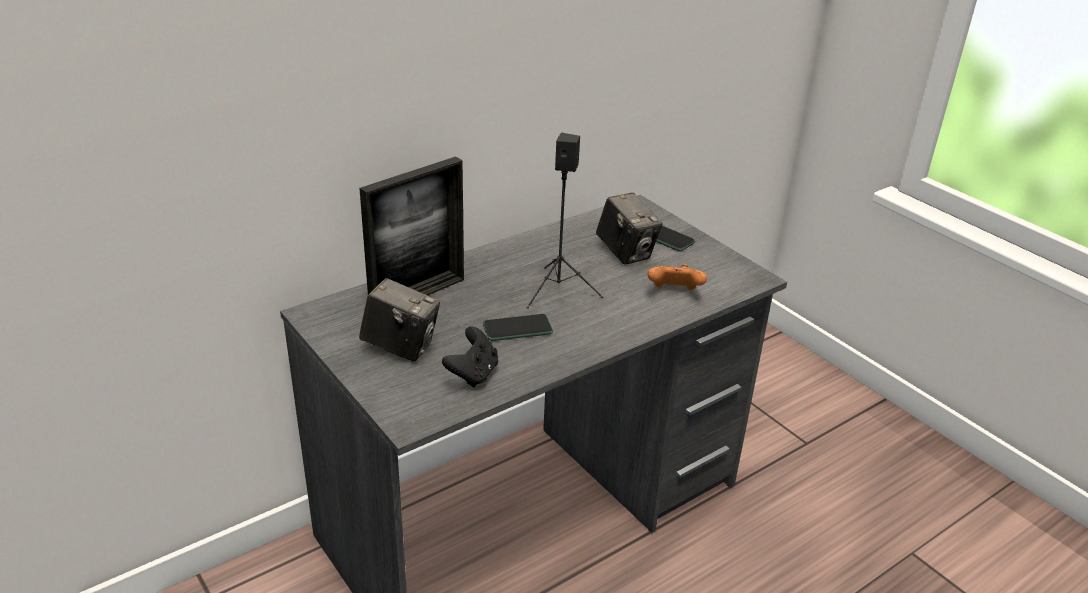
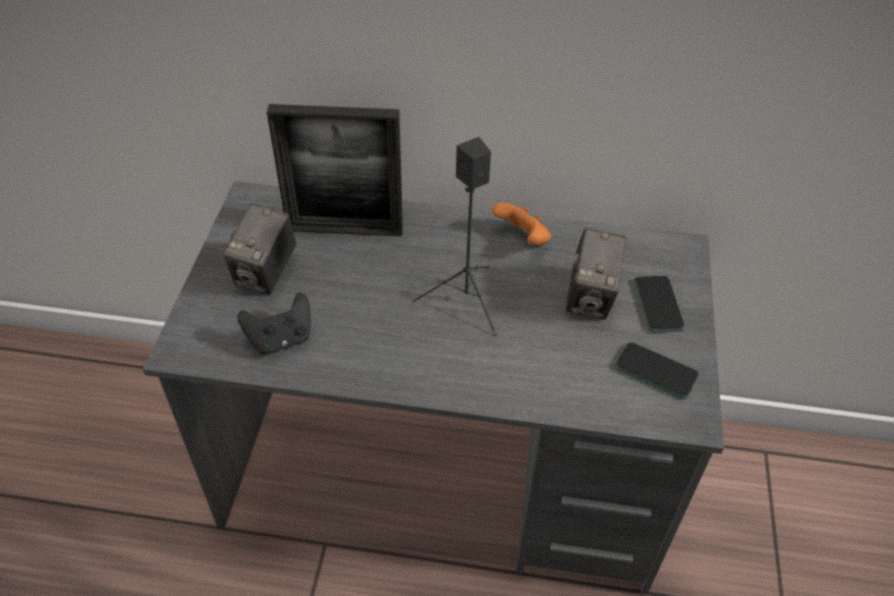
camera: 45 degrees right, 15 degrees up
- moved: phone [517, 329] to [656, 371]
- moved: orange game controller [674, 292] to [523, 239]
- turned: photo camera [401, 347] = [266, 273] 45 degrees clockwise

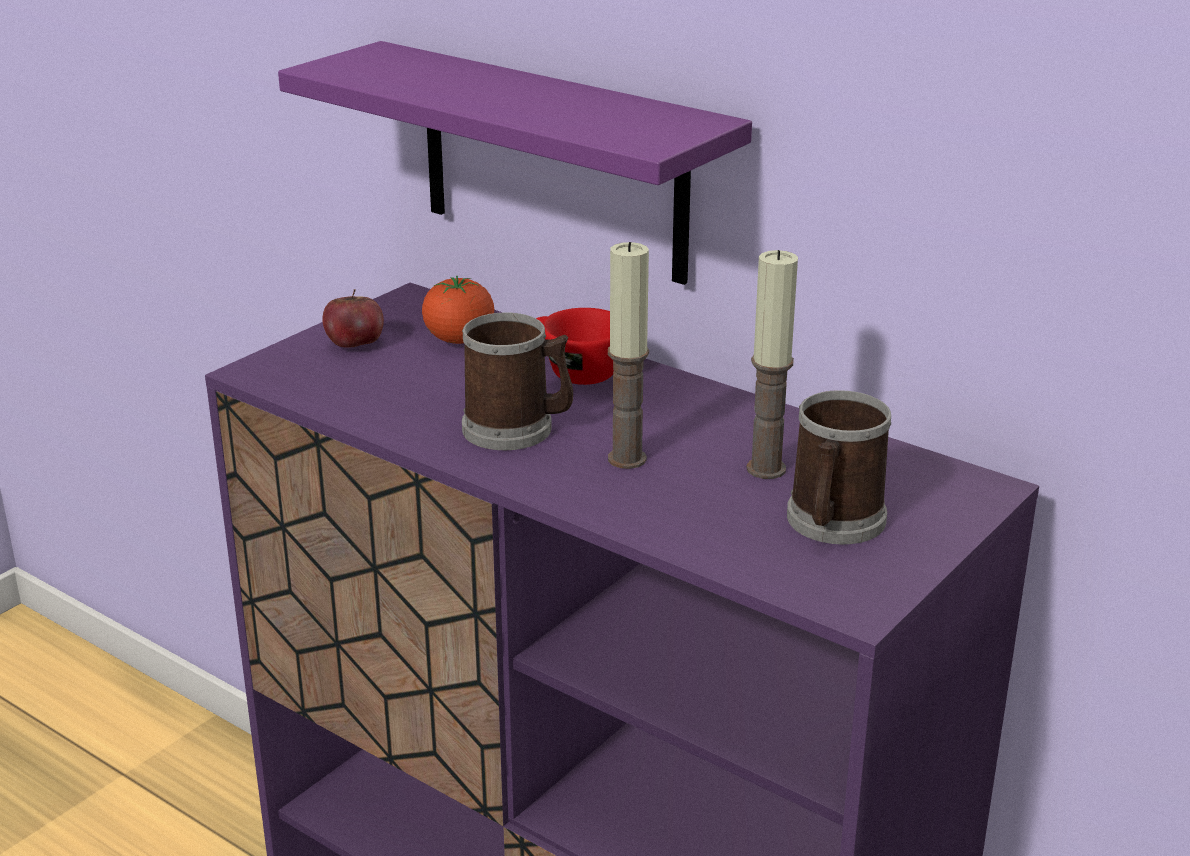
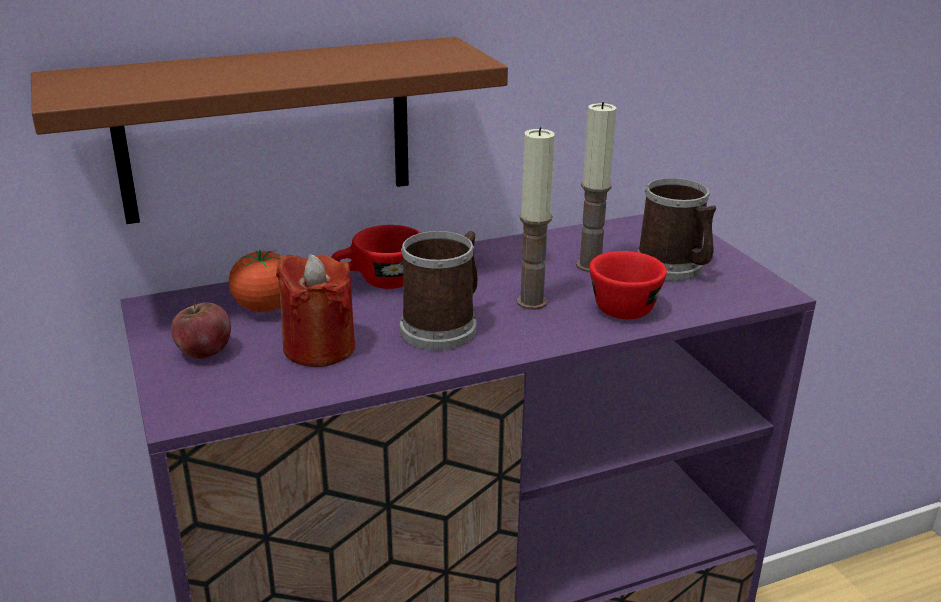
camera: 60 degrees left, 0 degrees up
- added: red candle [319, 348]
- added: red cup [625, 304]
- recoloured: purple shelf [553, 163] to brown shelf [266, 130]

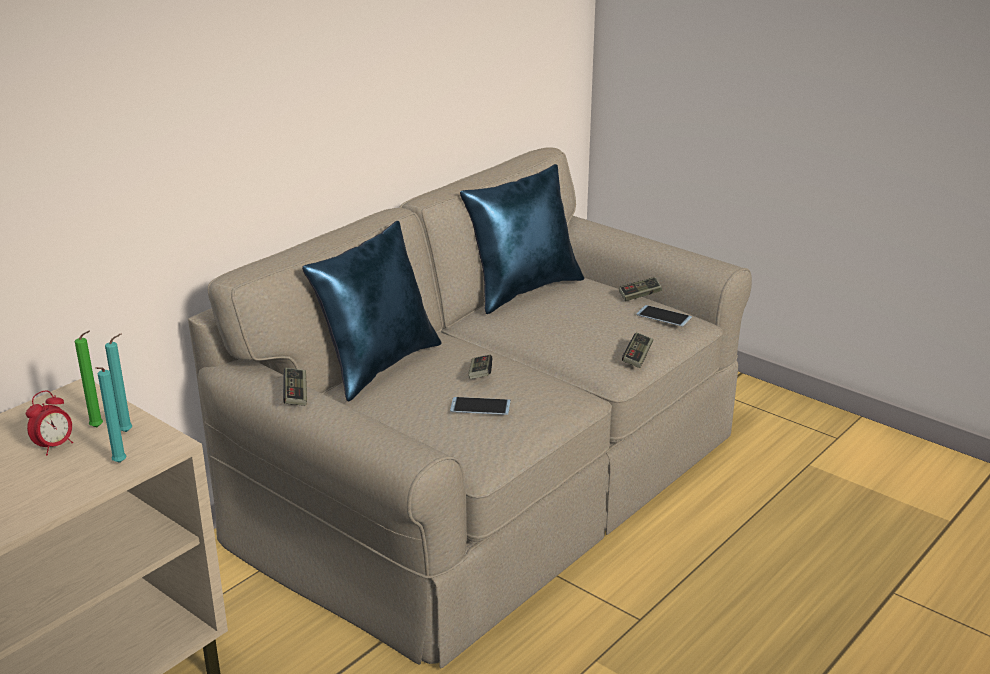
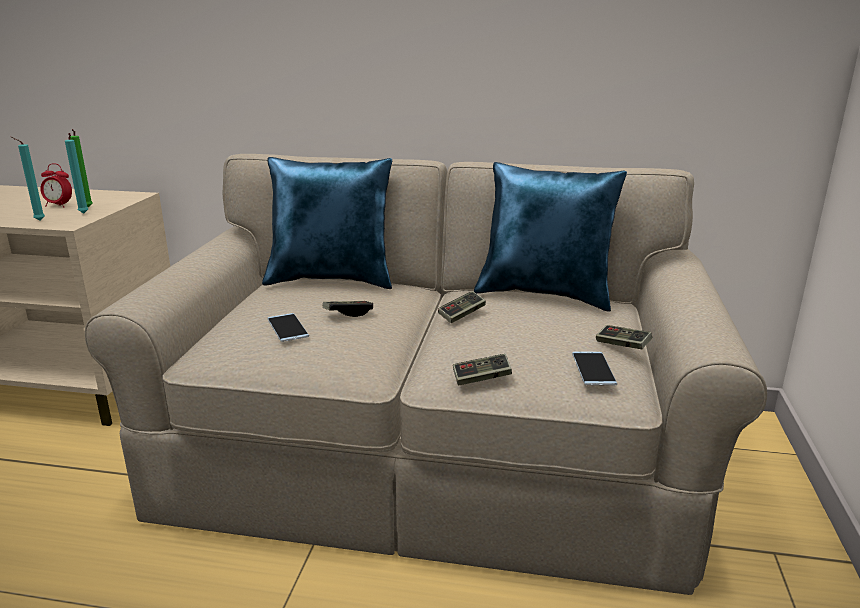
camera: 60 degrees right, 5 degrees down
- moved: game controller [296, 394] to [462, 314]

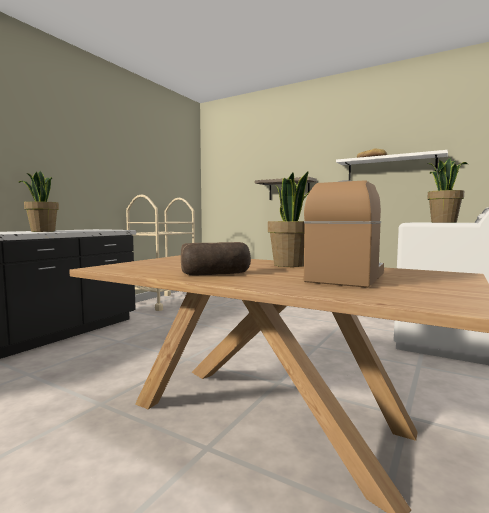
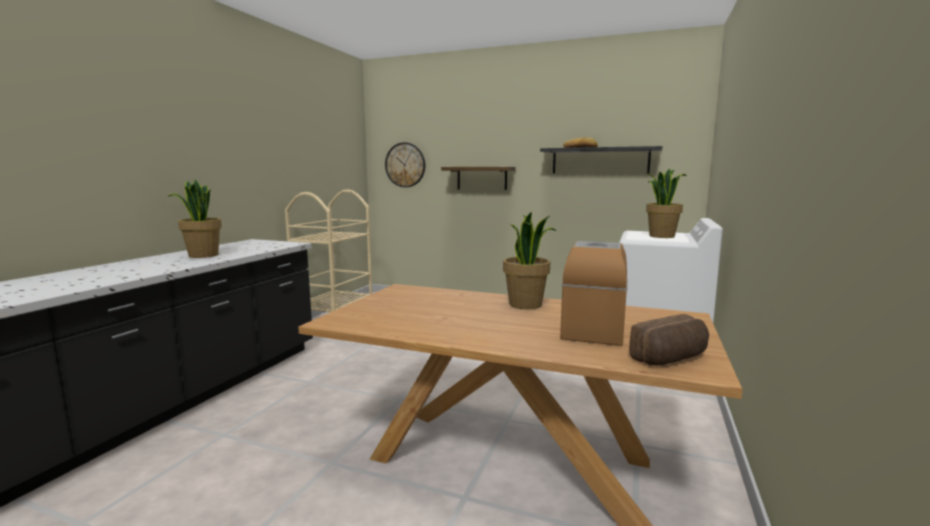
camera: 10 degrees left, 5 degrees up
- added: wall clock [405, 165]
- moved: bread [216, 274] to [671, 359]
- recoloured: white shelf [390, 169] to black shelf [600, 161]

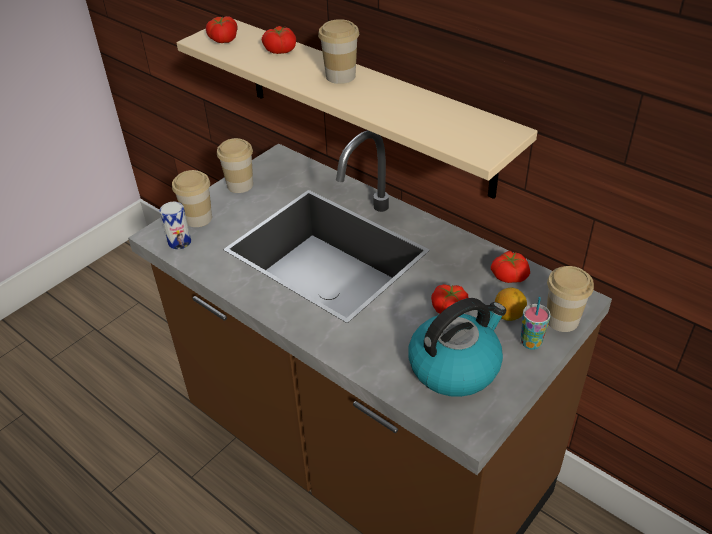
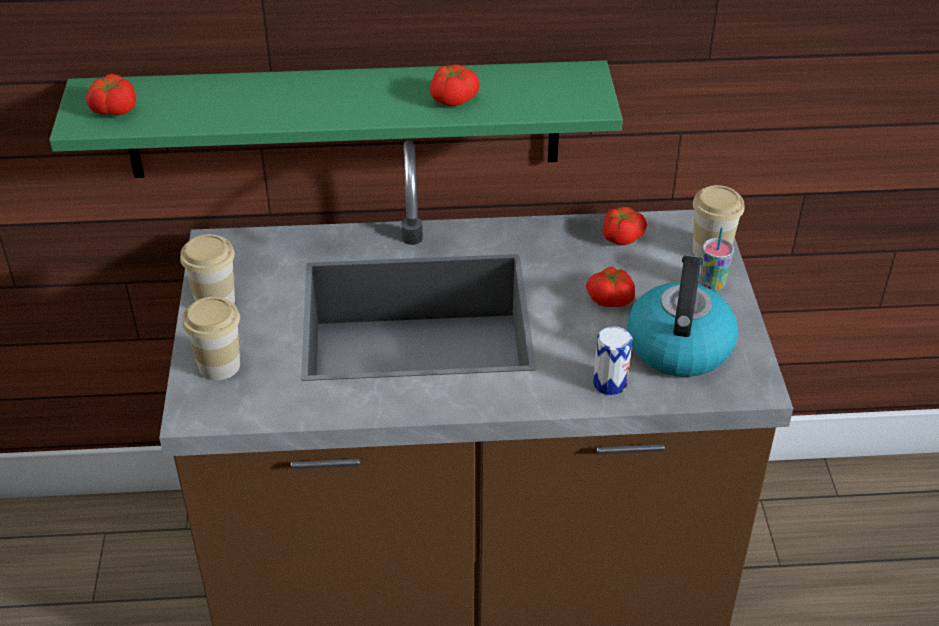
camera: 45 degrees left, 0 degrees up
- removed: cup [340, 76]
- removed: lemon [508, 315]
- moved: can [179, 242] to [610, 383]
- moved: tomato [281, 50] to [452, 98]
- recoloured: beige shelf [364, 105] to green shelf [343, 119]

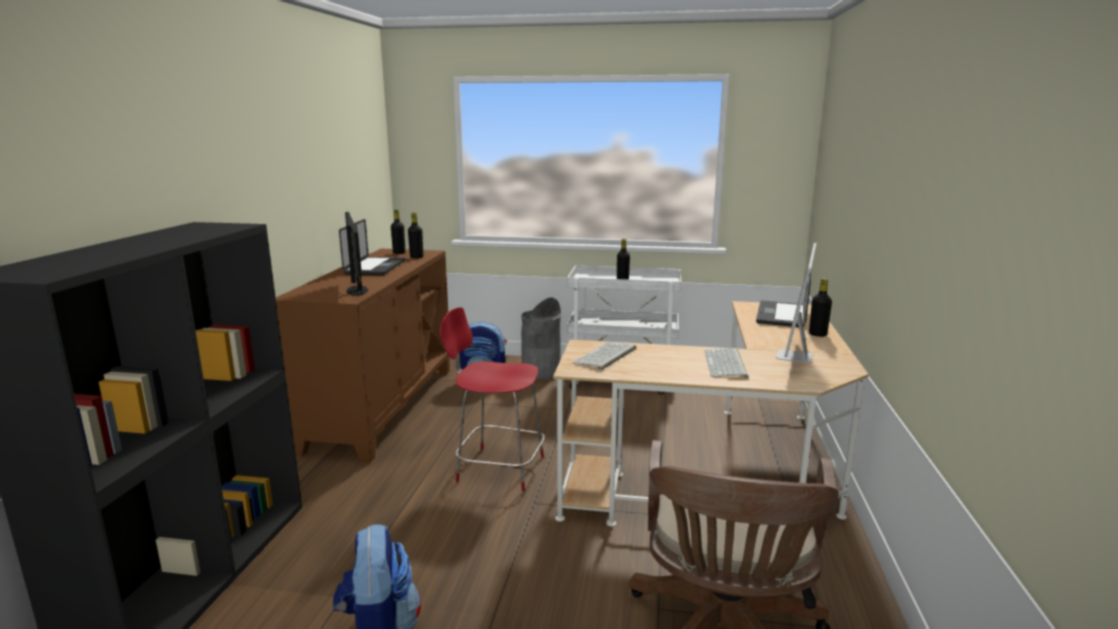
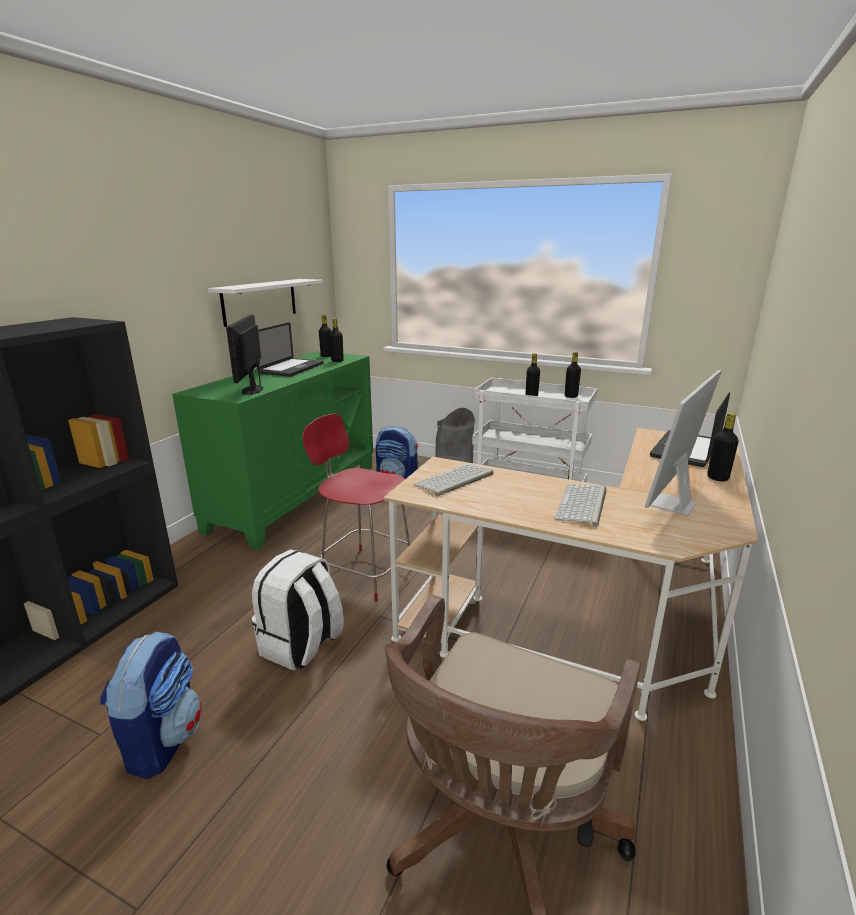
camera: 15 degrees right, 5 degrees up
- added: white shelf [260, 301]
- added: white backpack [301, 646]
- added: black bottle [571, 396]
- recoloured: brown cabinet [381, 407] to green cabinet [295, 496]

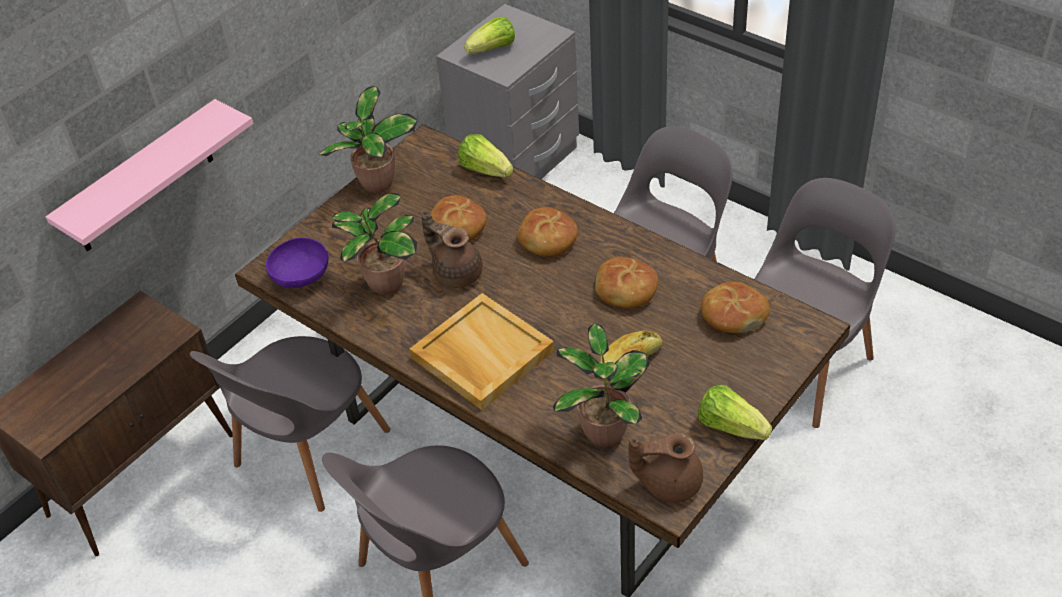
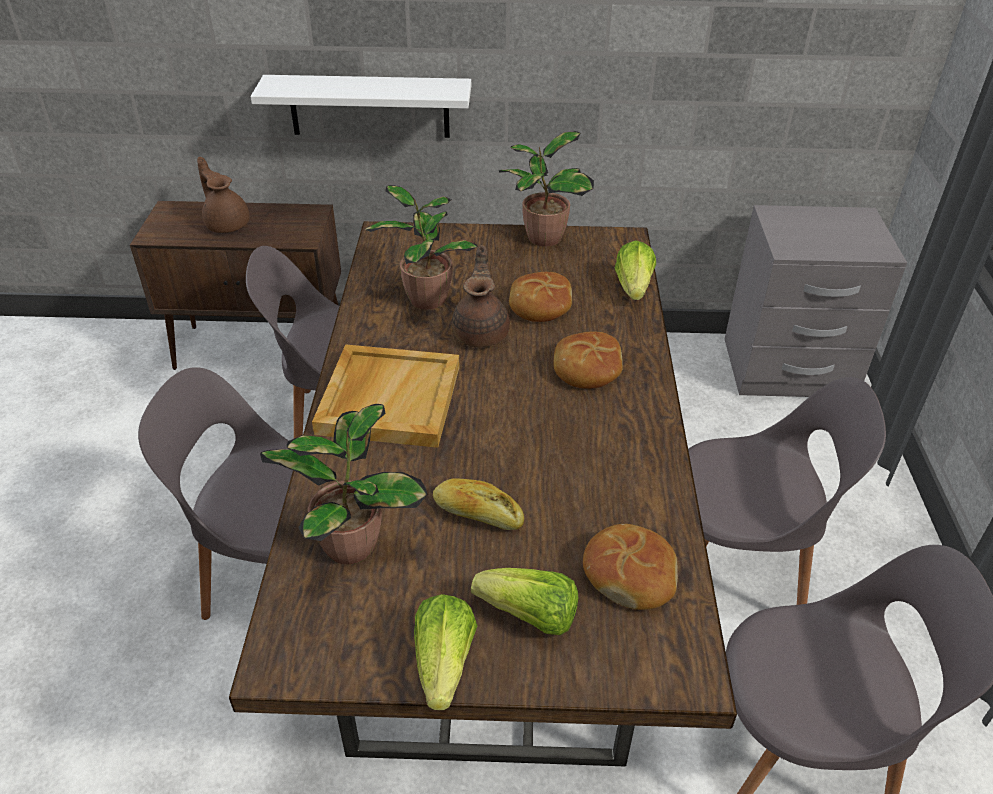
camera: 50 degrees right, 5 degrees down
- removed: purple bowl [301, 278]
- removed: bread [625, 290]
- moved: lettuce [493, 49] to [529, 616]
- moved: brown teapot [669, 483] to [227, 224]
- recoloured: pink shelf [142, 179] to white shelf [369, 106]

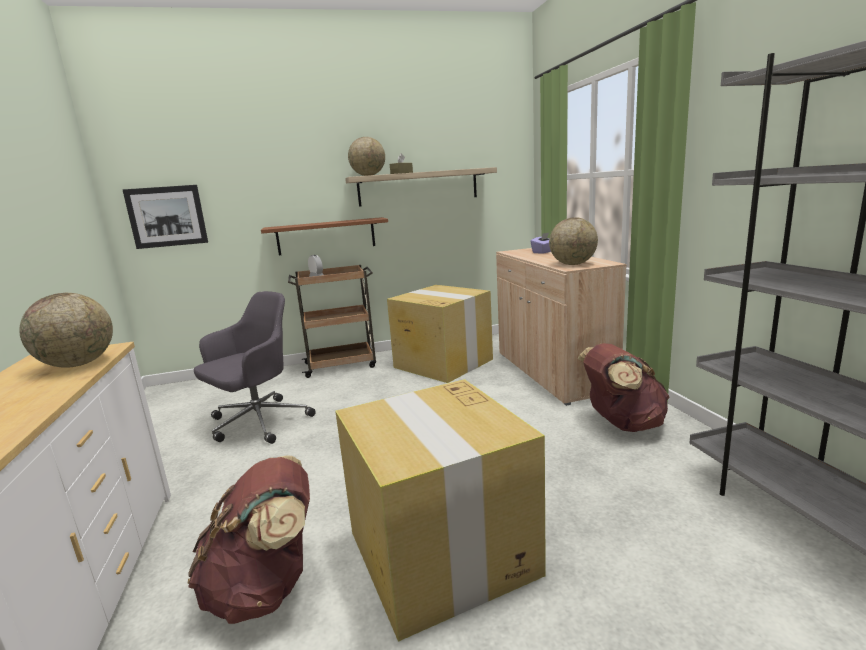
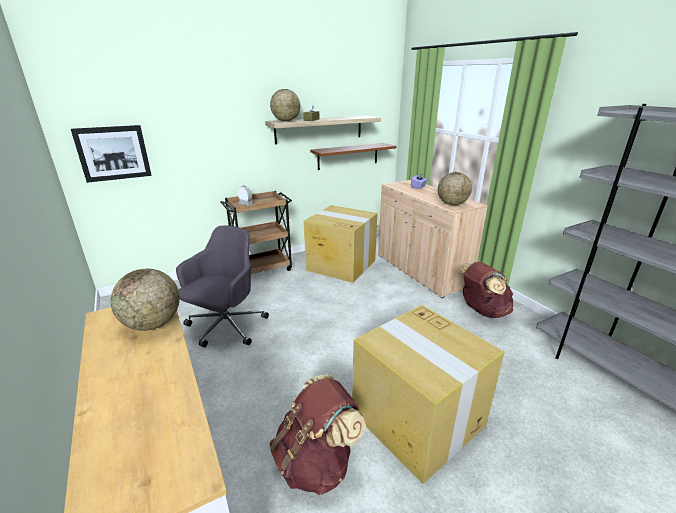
camera: 15 degrees left, 10 degrees up
- moved: brown shelf [326, 236] to [348, 156]

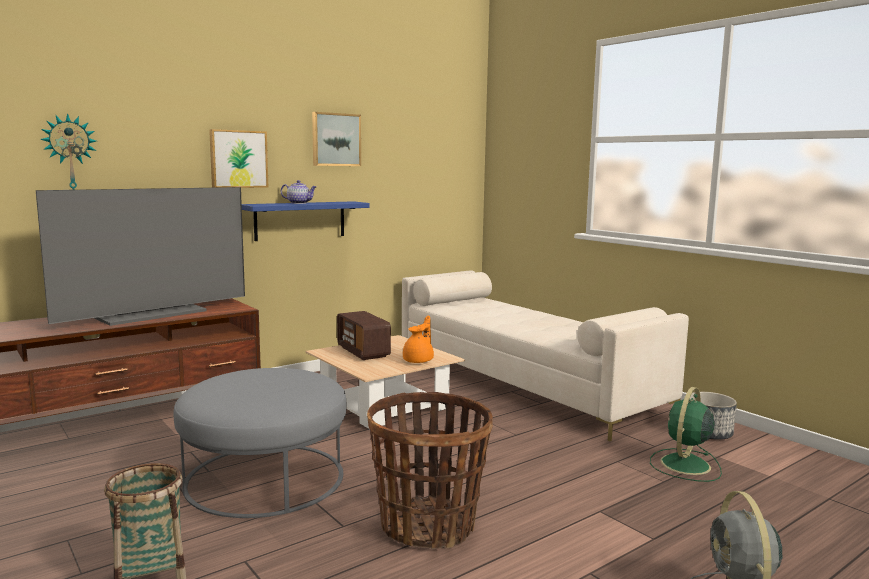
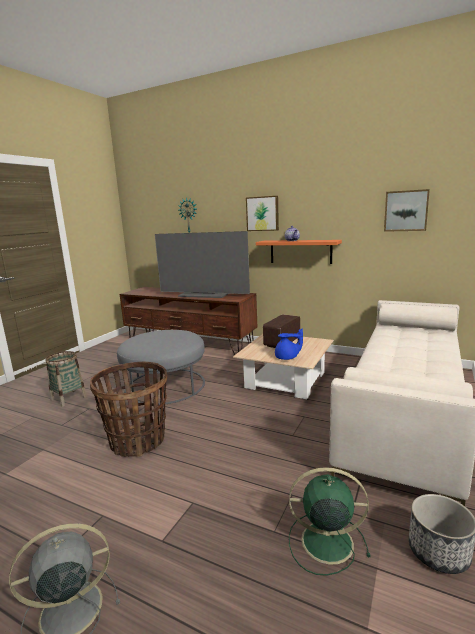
camera: 65 degrees right, 5 degrees up
- moved: picture [335, 139] to [406, 211]
- recoloured: blue shelf [300, 220] to orange shelf [300, 251]
- recoloured: orange teapot [419, 360] to blue teapot [287, 358]

